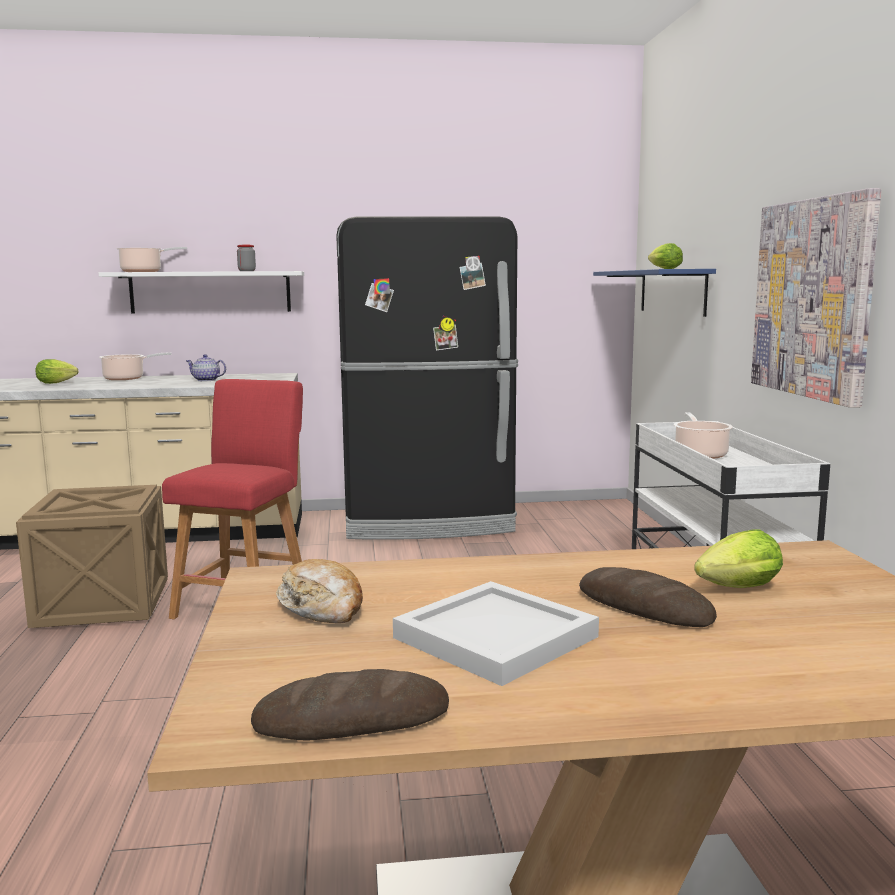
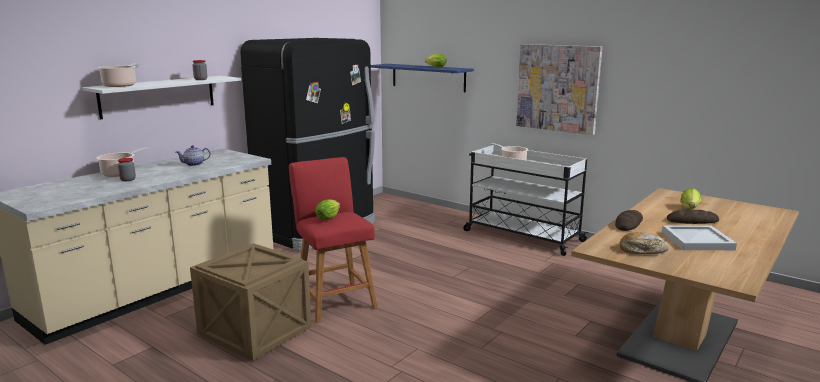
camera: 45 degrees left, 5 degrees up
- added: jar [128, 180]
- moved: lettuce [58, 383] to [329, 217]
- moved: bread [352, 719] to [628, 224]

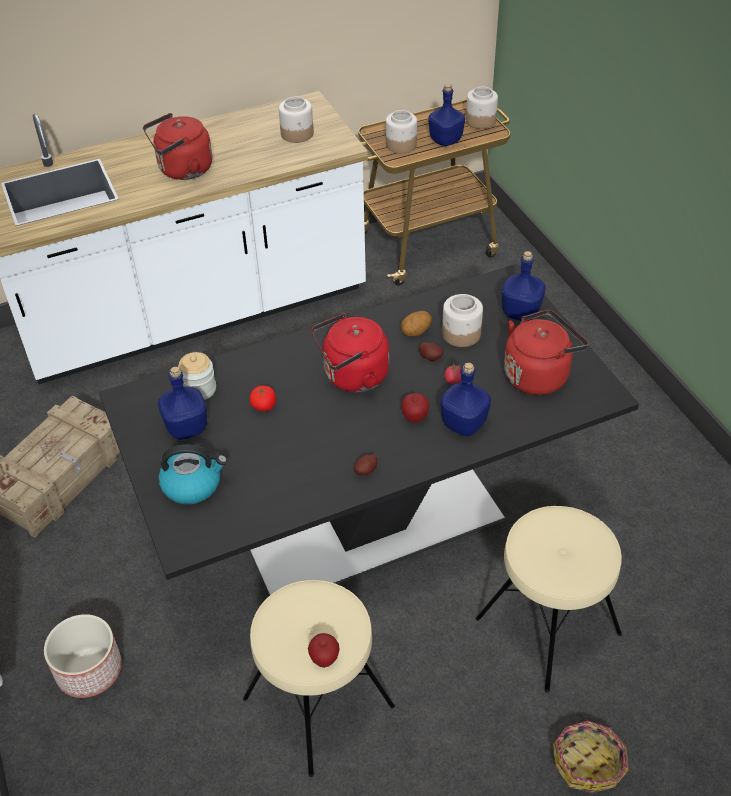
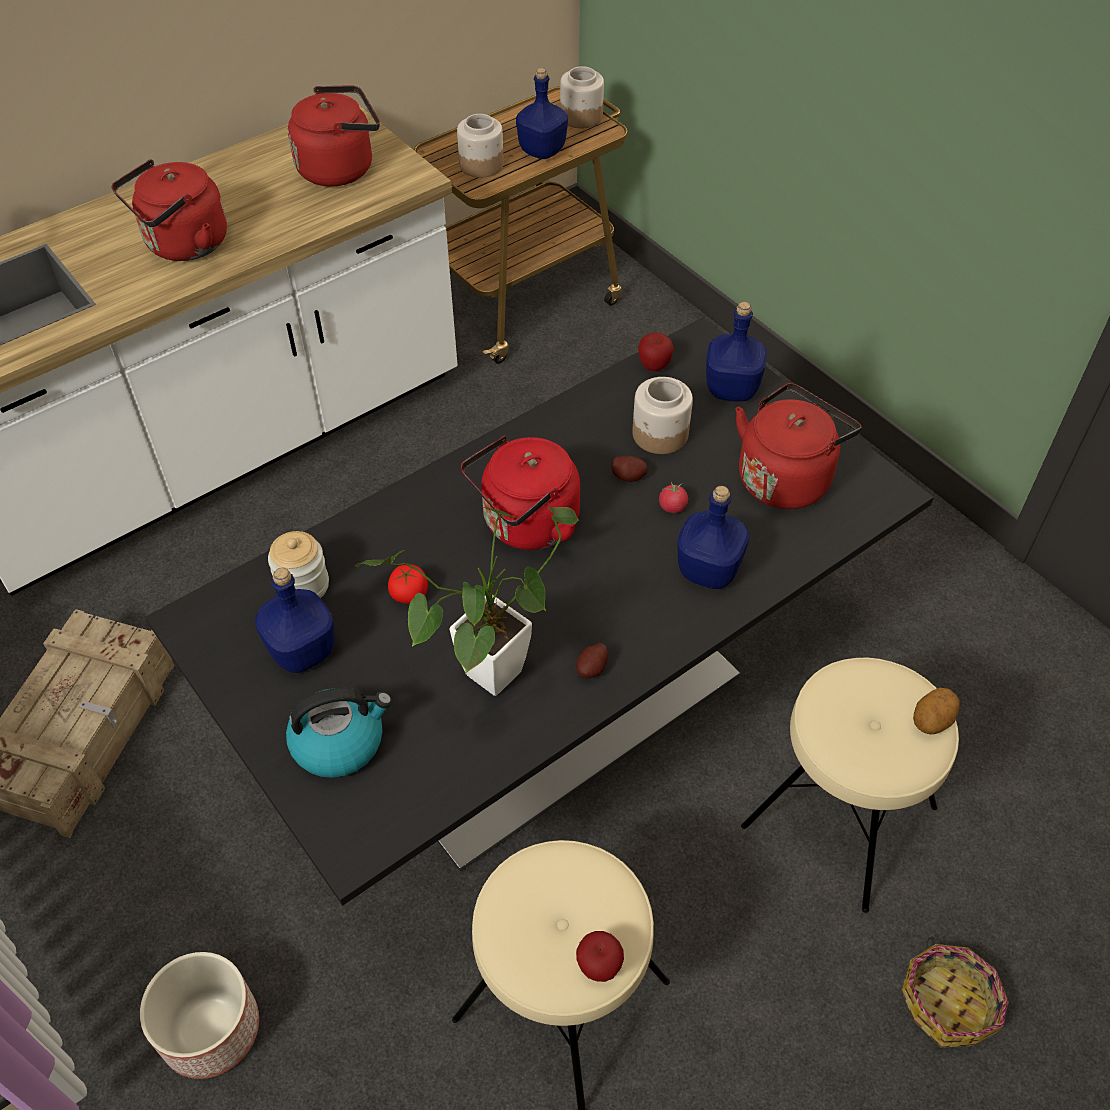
camera: 15 degrees left, 5 degrees up
- added: potted plant [484, 681]
- moved: potato [416, 332] to [932, 721]
- moved: apple [414, 418] to [654, 366]
- replaced: jar [297, 134] to red kettle [340, 168]

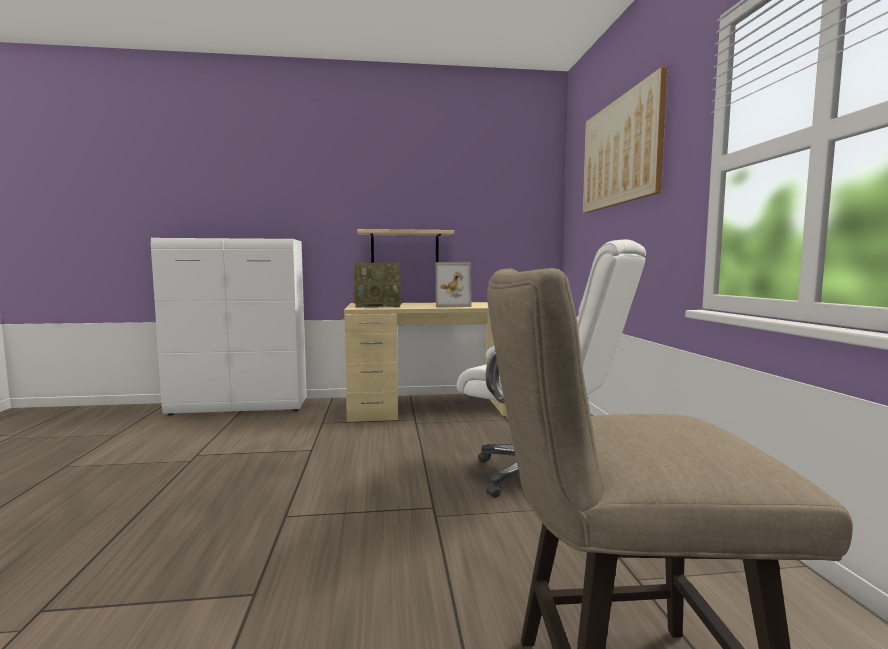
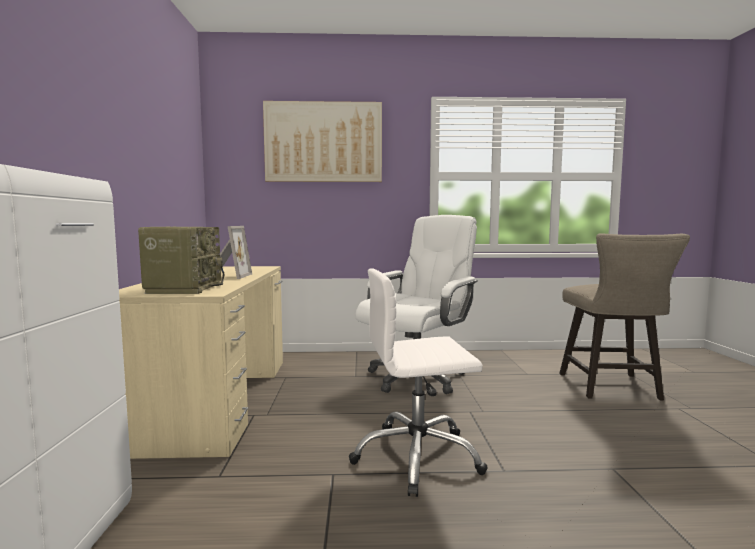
camera: 85 degrees left, 0 degrees up
- removed: beige shelf [405, 247]
- added: white office chair [417, 457]

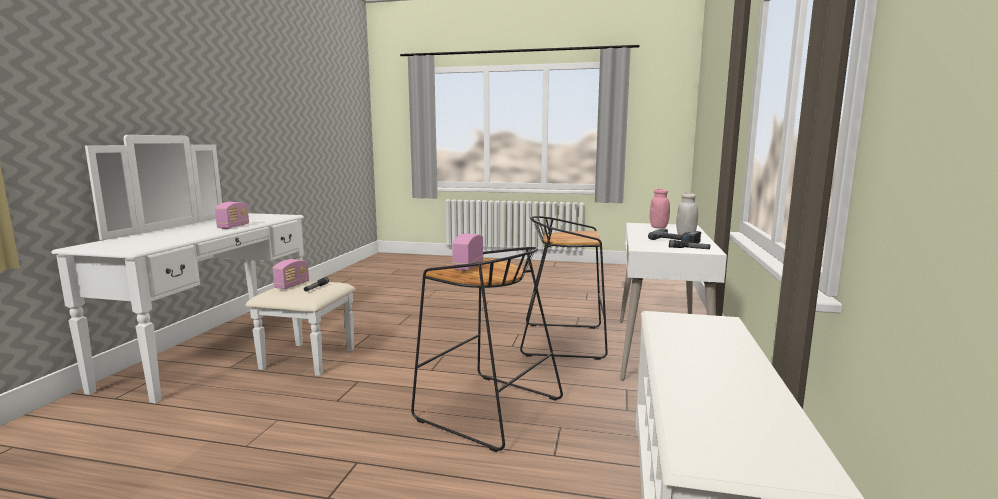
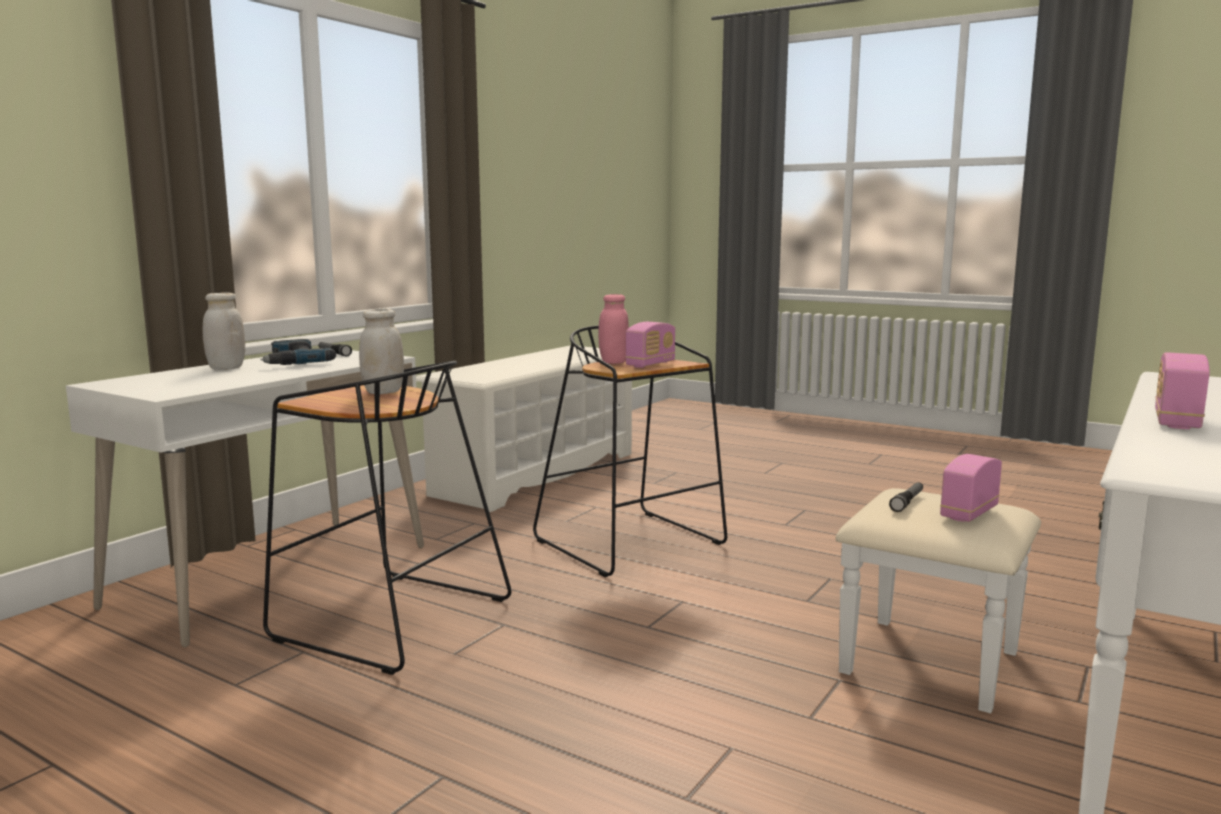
camera: 160 degrees left, 0 degrees up
- added: white jar [383, 392]
- moved: pink jar [658, 227] to [613, 362]

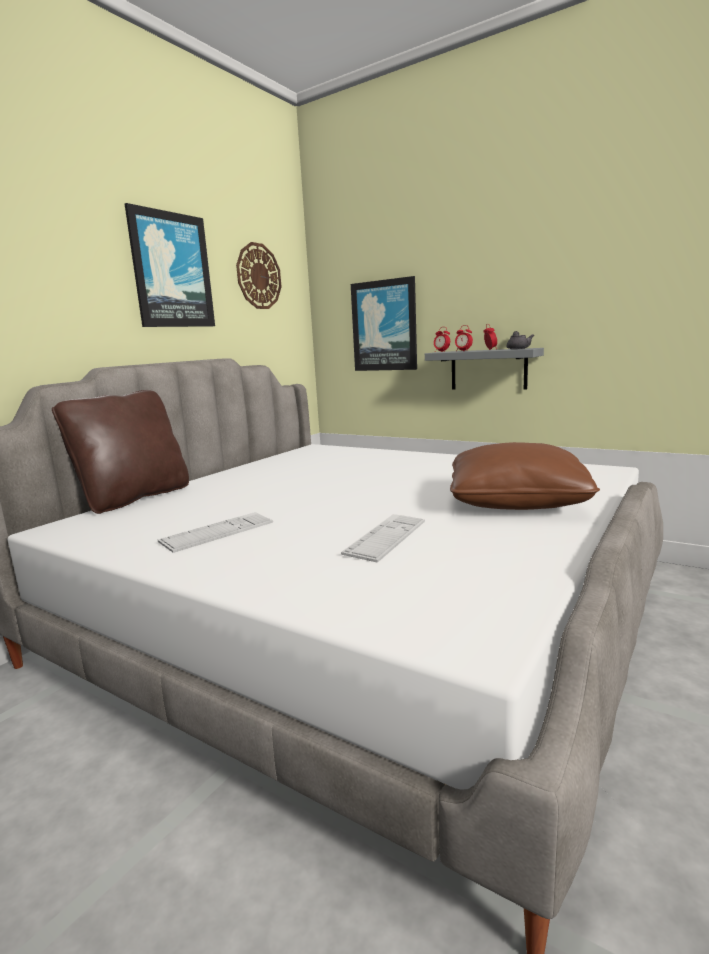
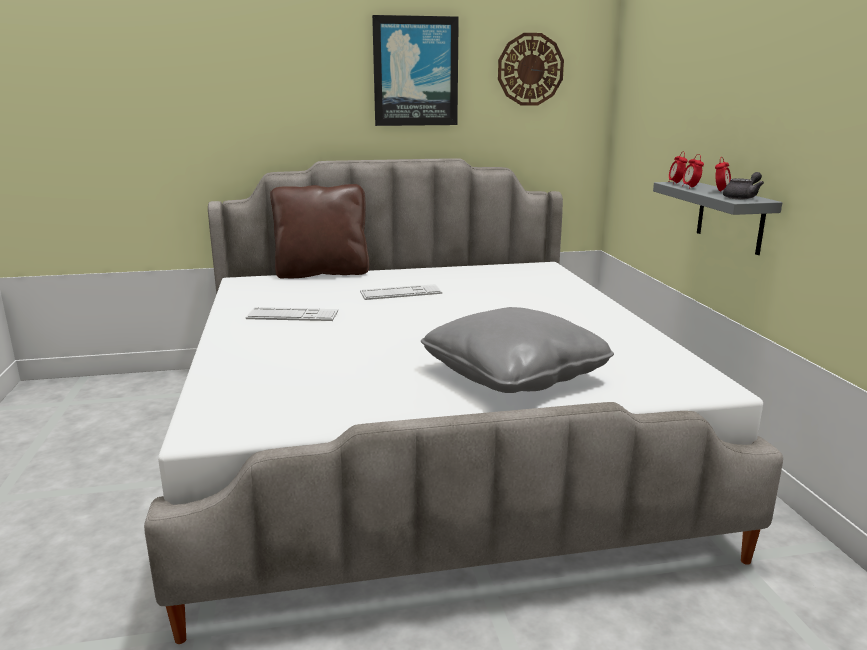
camera: 45 degrees right, 5 degrees up
- removed: picture [384, 326]
- moved: keyboard [386, 537] to [401, 293]
- recoloured: brown pillow [516, 501] to grey pillow [514, 375]

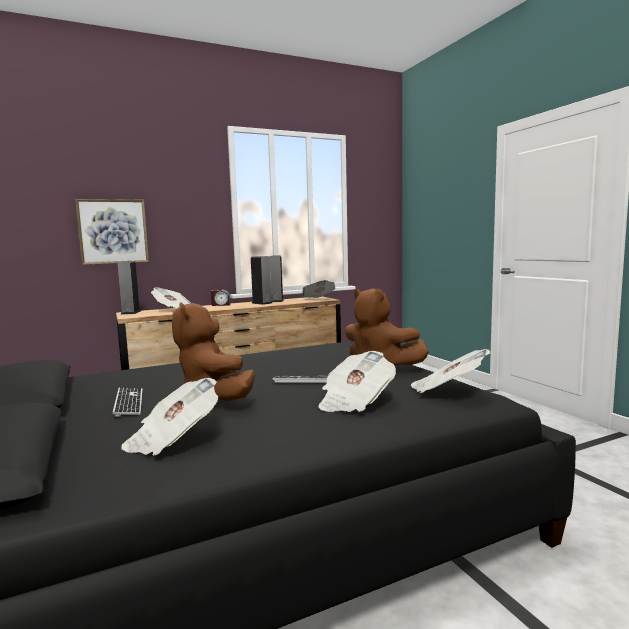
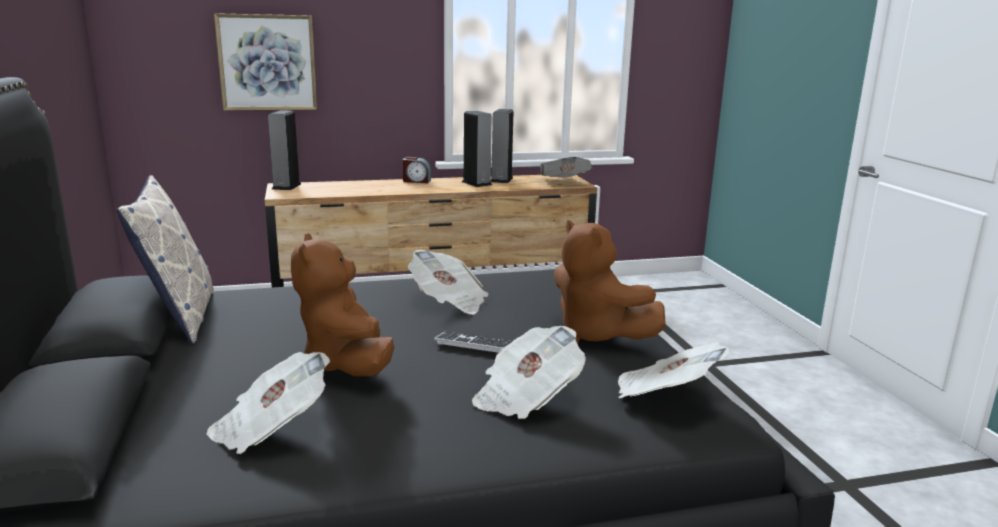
camera: 10 degrees right, 10 degrees up
- removed: keyboard [129, 403]
- added: pillow [179, 317]
- moved: newspaper [173, 310] to [449, 302]

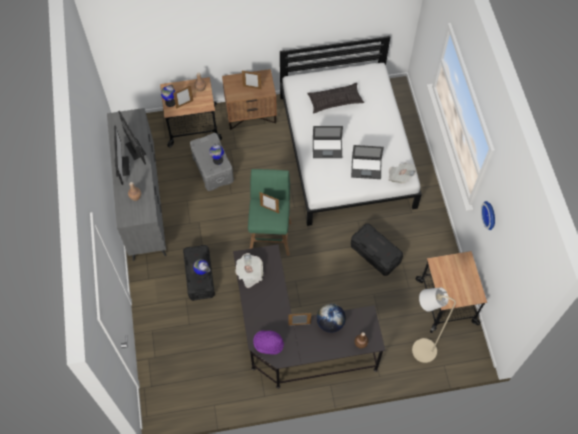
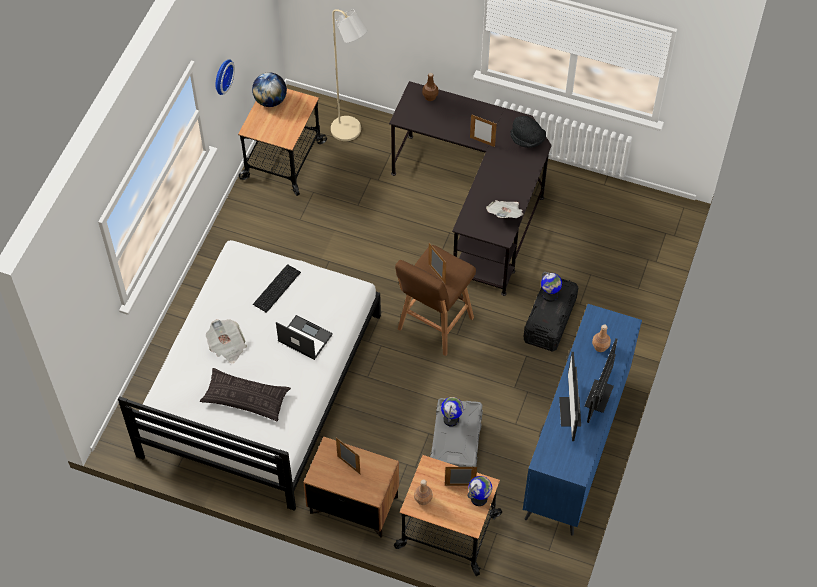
camera: 150 degrees left, 5 degrees down
- removed: black storage box [375, 254]
- moved: globe [330, 323] to [270, 100]
- moved: newspaper [400, 176] to [227, 346]
- replaced: laptop [366, 168] to keyboard [275, 288]
- recoloured: grey dresser [144, 203] to blue dresser [575, 448]
- recoloured: green stool [270, 236] to brown stool [434, 325]
- recoloured: purple hat [268, 344] to black hat [527, 139]

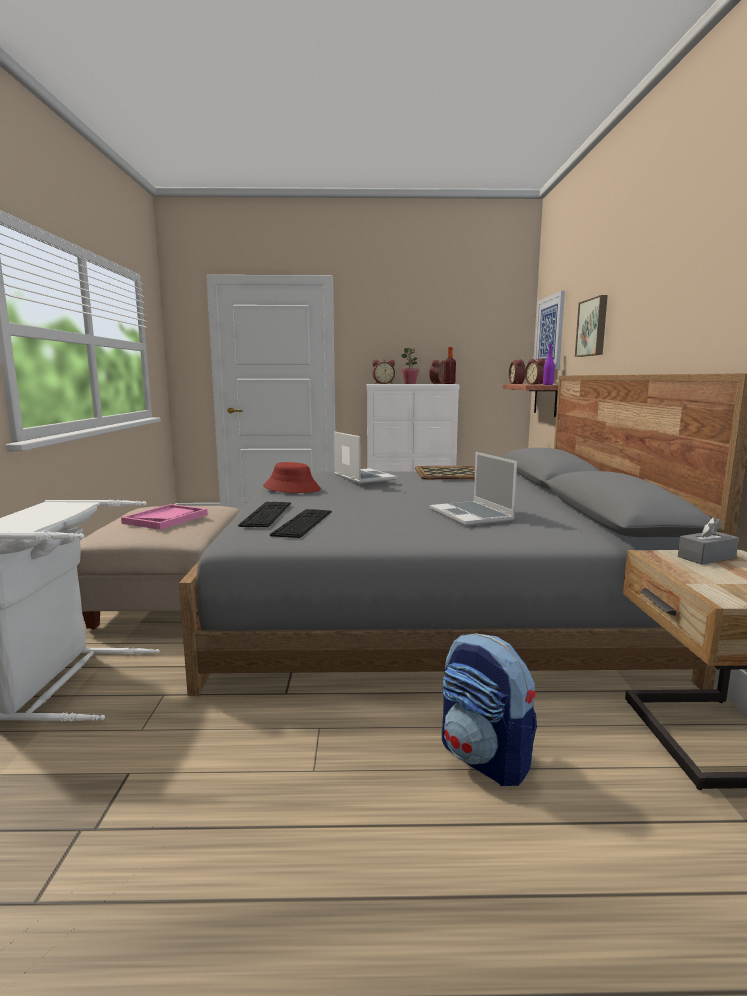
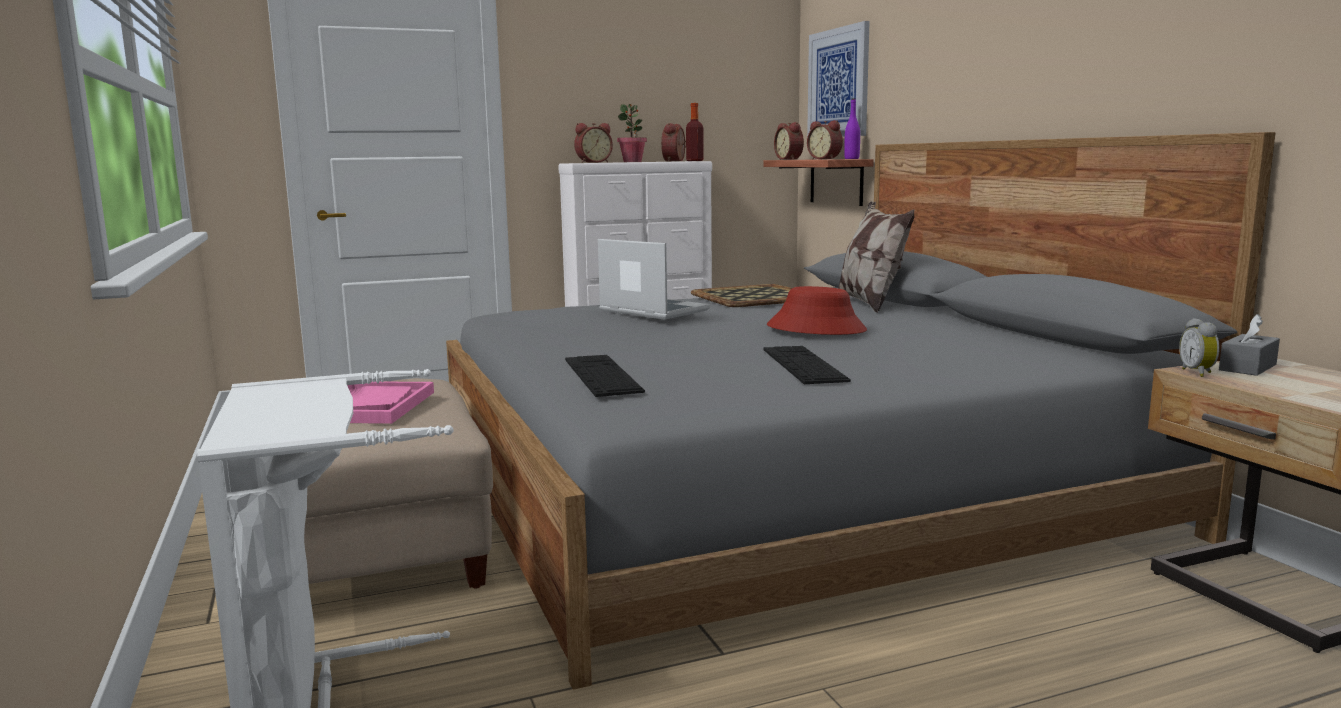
camera: 20 degrees left, 0 degrees up
- removed: laptop [472, 515]
- removed: backpack [485, 758]
- removed: picture [593, 327]
- added: pillow [870, 303]
- added: alarm clock [1199, 373]
- moved: red hat [292, 488] to [816, 329]
- moved: keyboard [303, 523] to [803, 364]

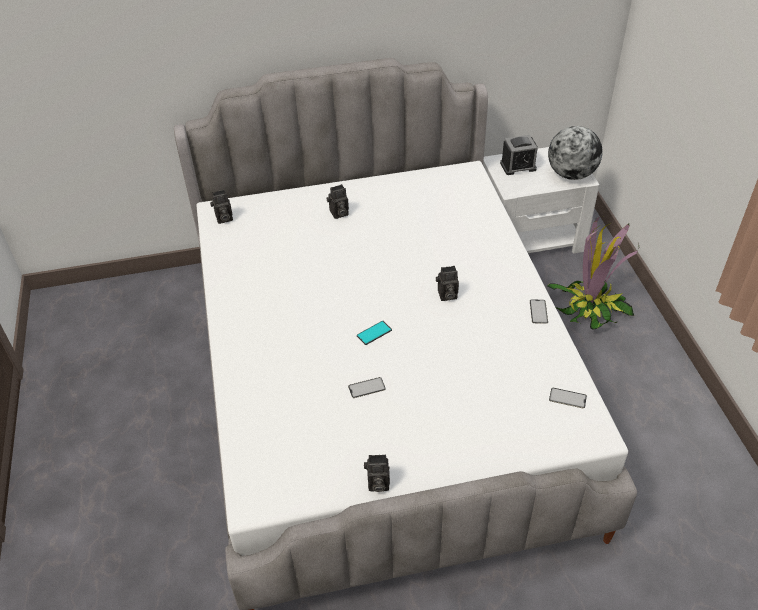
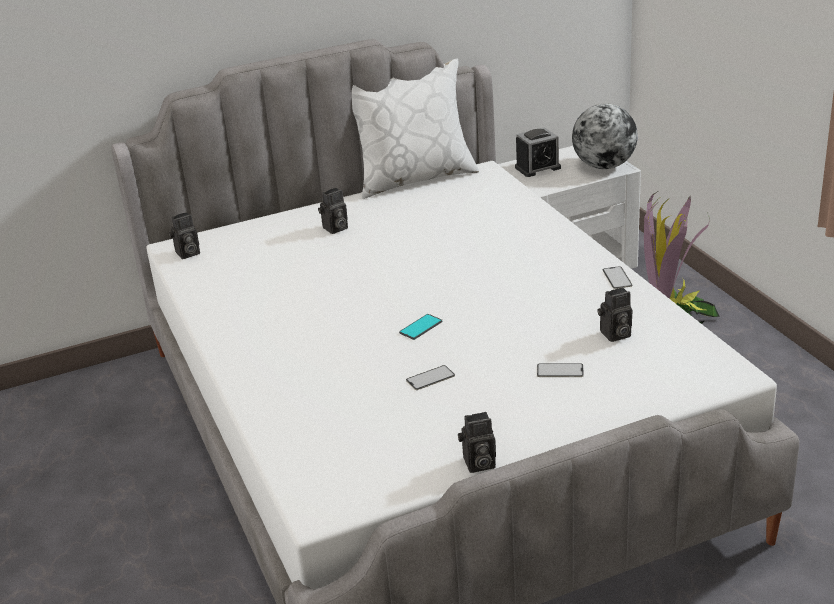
camera: 10 degrees left, 15 degrees down
- added: white pillow [414, 178]
- moved: photo camera [446, 295] to [615, 335]
- moved: phone [567, 398] to [560, 371]

